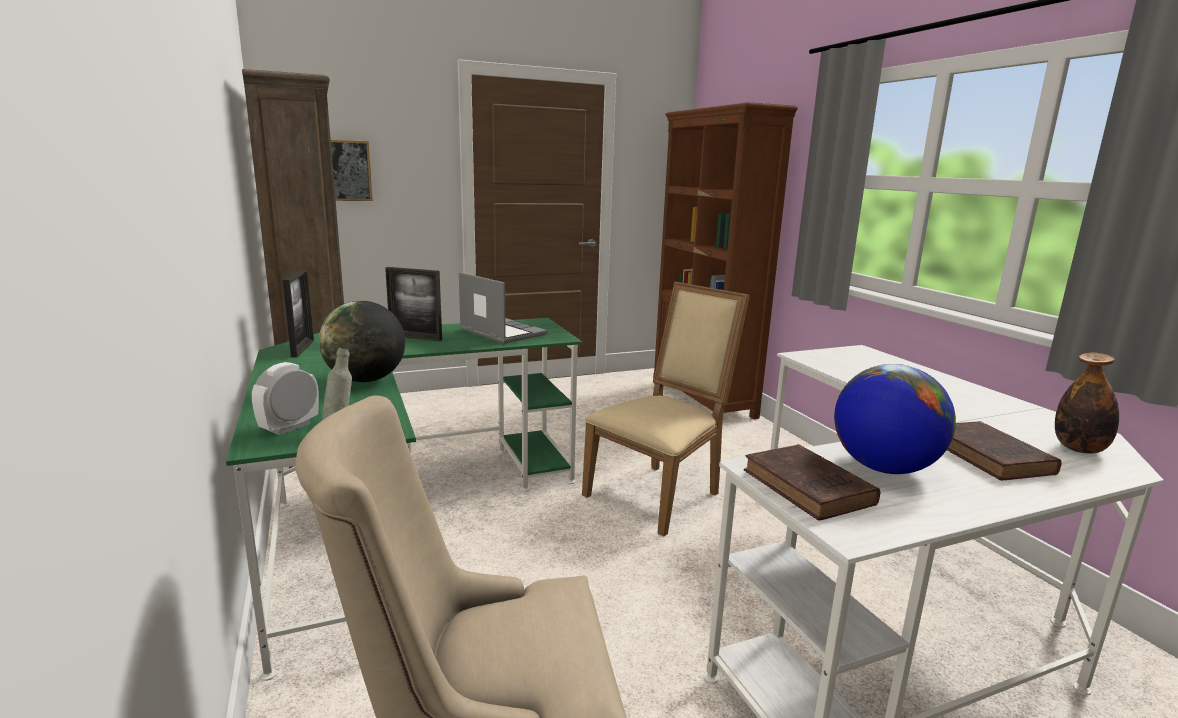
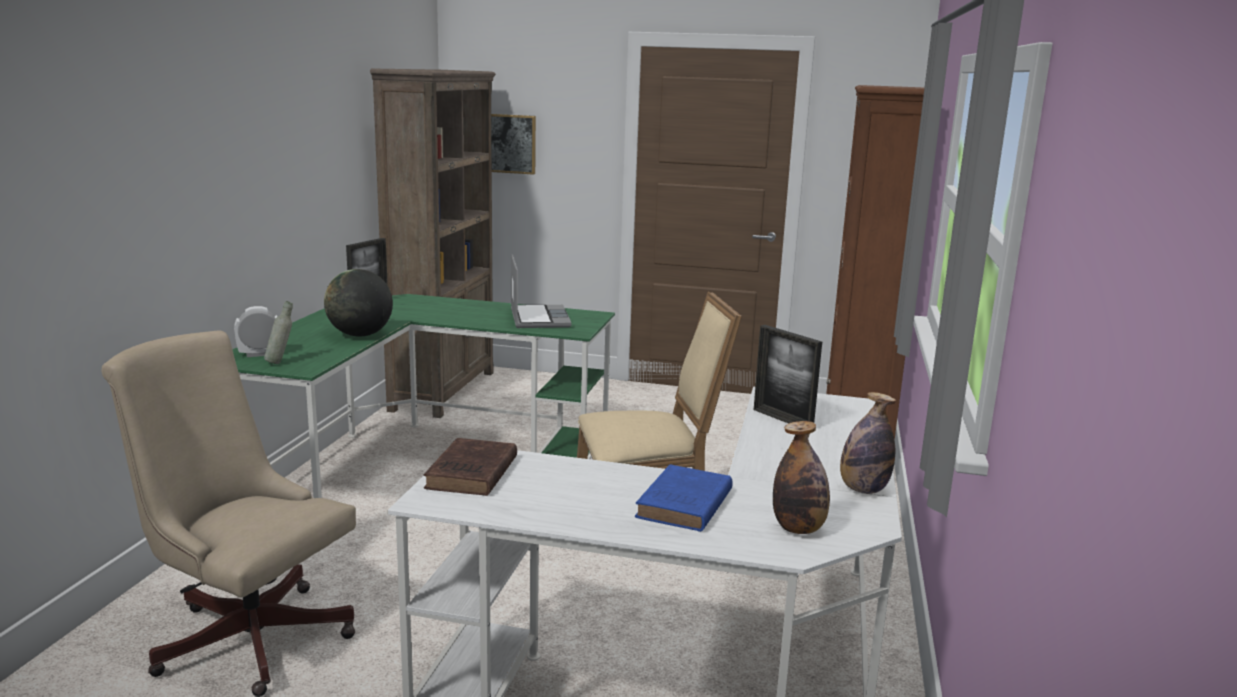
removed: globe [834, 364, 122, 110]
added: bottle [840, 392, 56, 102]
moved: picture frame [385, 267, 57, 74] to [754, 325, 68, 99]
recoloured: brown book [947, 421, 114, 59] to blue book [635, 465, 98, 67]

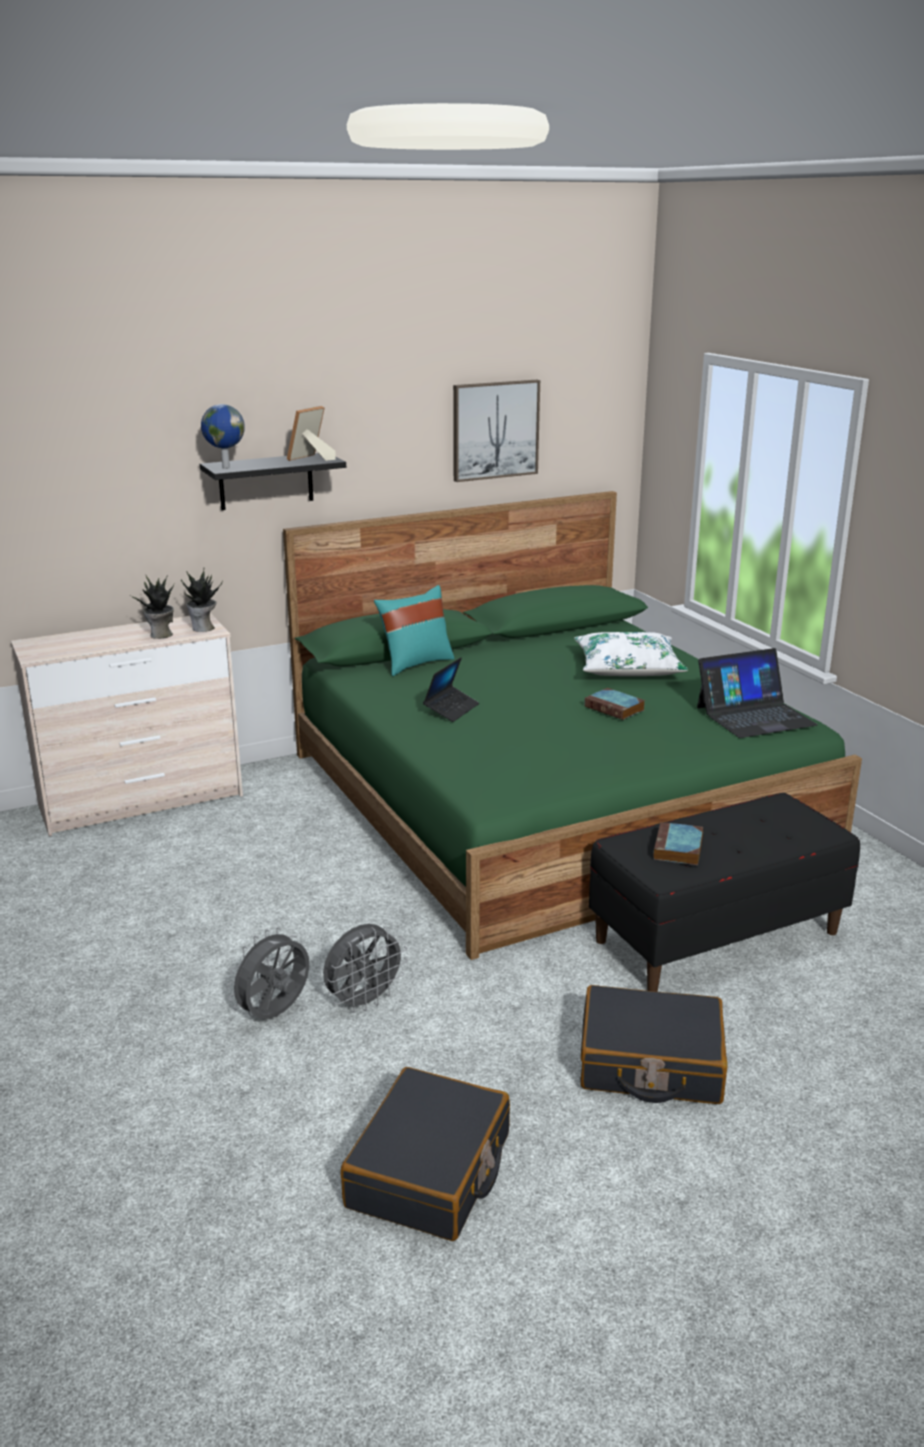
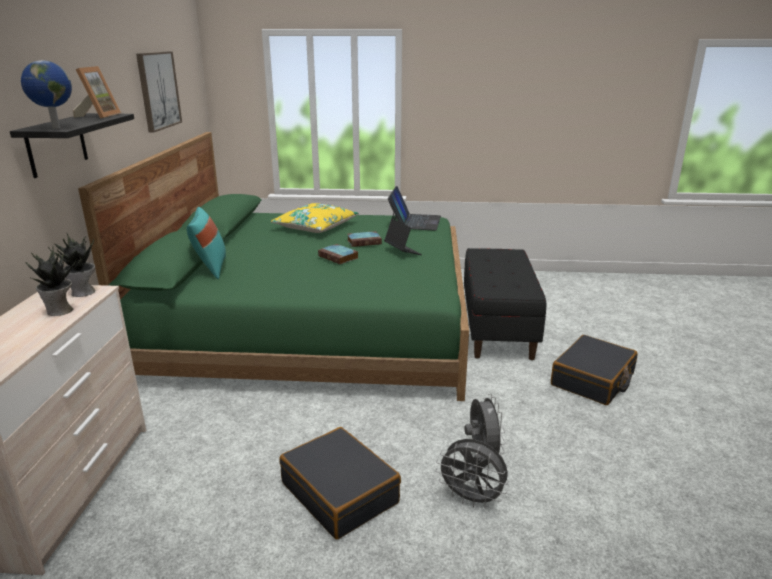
moved: black suitcase [341, 1067, 169, 174] to [279, 427, 122, 112]; laptop [423, 657, 56, 65] to [384, 219, 38, 36]; book [653, 822, 50, 43] to [318, 244, 40, 20]
recoloured: white pillow [574, 632, 114, 44] to yellow pillow [271, 203, 88, 30]
turned: grey fan [227, 927, 82, 92] = [436, 439, 73, 69] 45 degrees counterclockwise; picture frame [287, 406, 49, 55] = [73, 66, 48, 53] 150 degrees counterclockwise

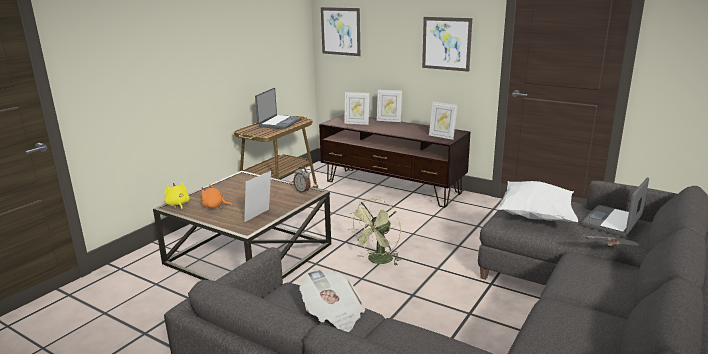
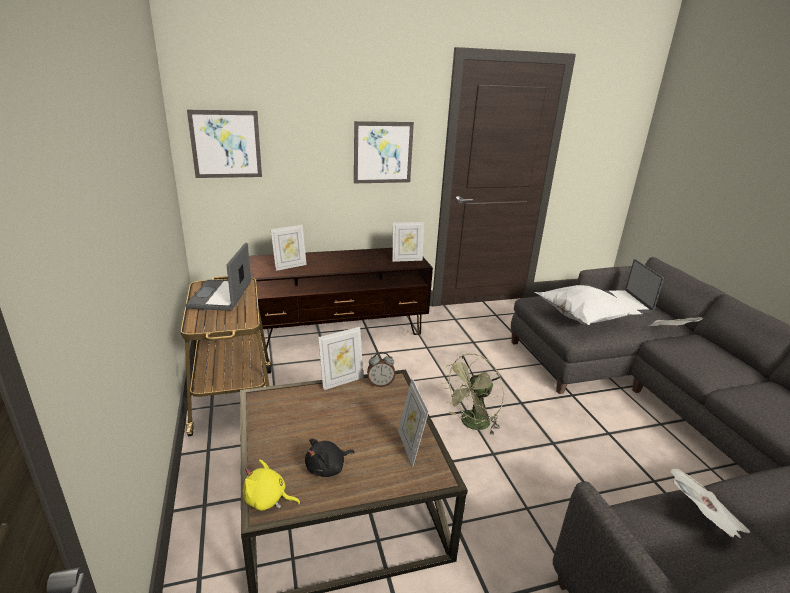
moved: picture frame [377, 90, 25, 32] to [318, 327, 46, 63]
recoloured: orange plush toy [201, 184, 32, 24] to black plush toy [305, 438, 50, 39]
turned: laptop [255, 88, 47, 41] = [185, 243, 66, 68] 150 degrees counterclockwise; green fan [348, 198, 54, 68] = [442, 353, 62, 83] 60 degrees clockwise

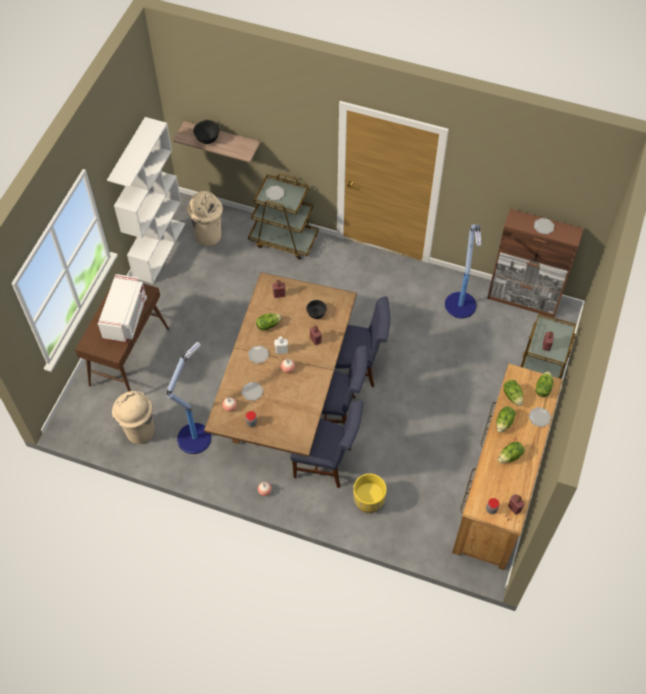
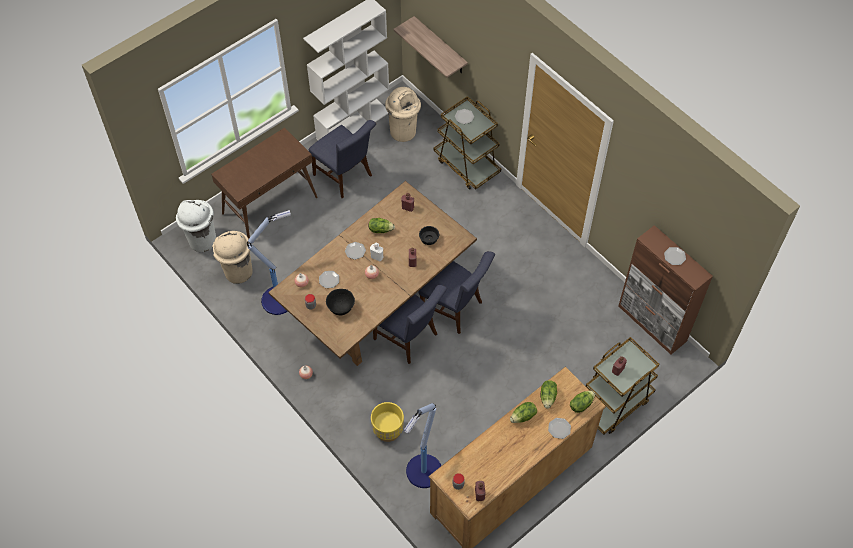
removed: white microwave [98, 274, 49, 69]; lettuce [498, 442, 27, 21]
added: white trash can [176, 200, 40, 52]
moved: black bowl [193, 120, 27, 24] to [326, 289, 29, 26]; blue chair [290, 401, 73, 87] to [309, 120, 67, 78]; floor lamp [445, 224, 37, 94] to [404, 403, 37, 85]

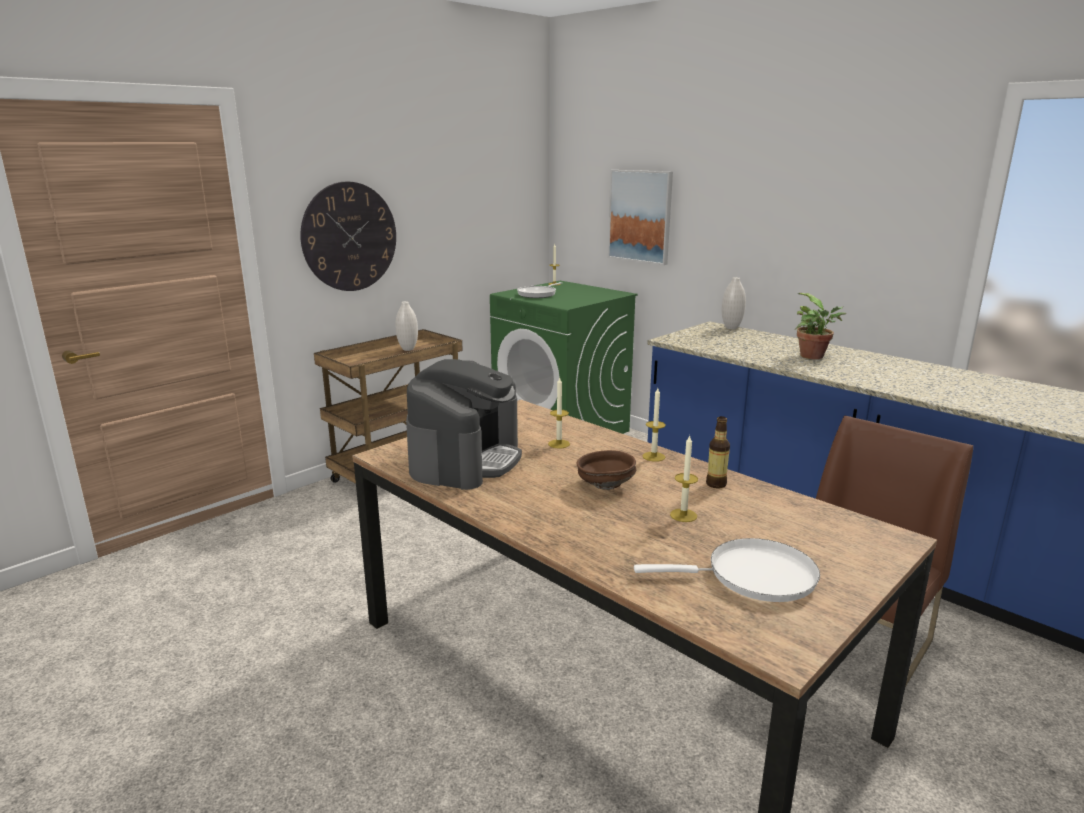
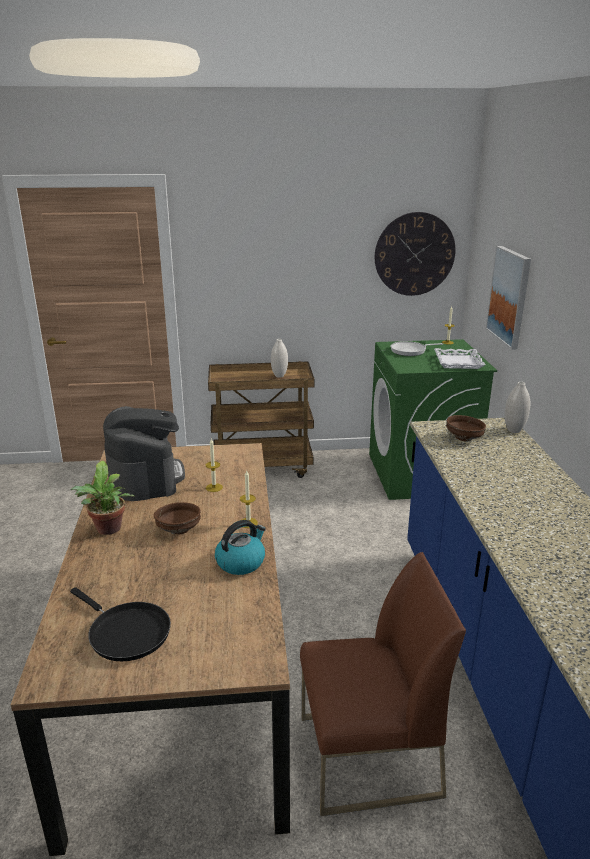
removed: candle [670, 435, 28, 87]
added: white tray [434, 348, 51, 21]; brown bowl [446, 415, 40, 27]
moved: wall clock [300, 181, 96, 110] to [375, 212, 80, 84]; potted plant [795, 293, 51, 66] to [70, 461, 64, 74]
replaced: bottle [706, 416, 24, 73] to kettle [215, 520, 51, 55]
recoloured: white frying pan [634, 538, 186, 64] to black frying pan [70, 587, 101, 74]
turned: coffee machine [406, 359, 116, 131] = [103, 406, 82, 95] 75 degrees counterclockwise

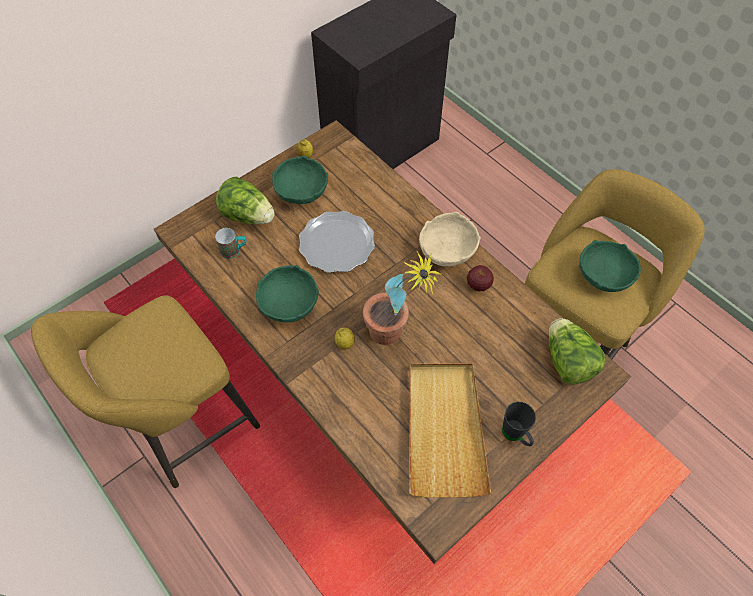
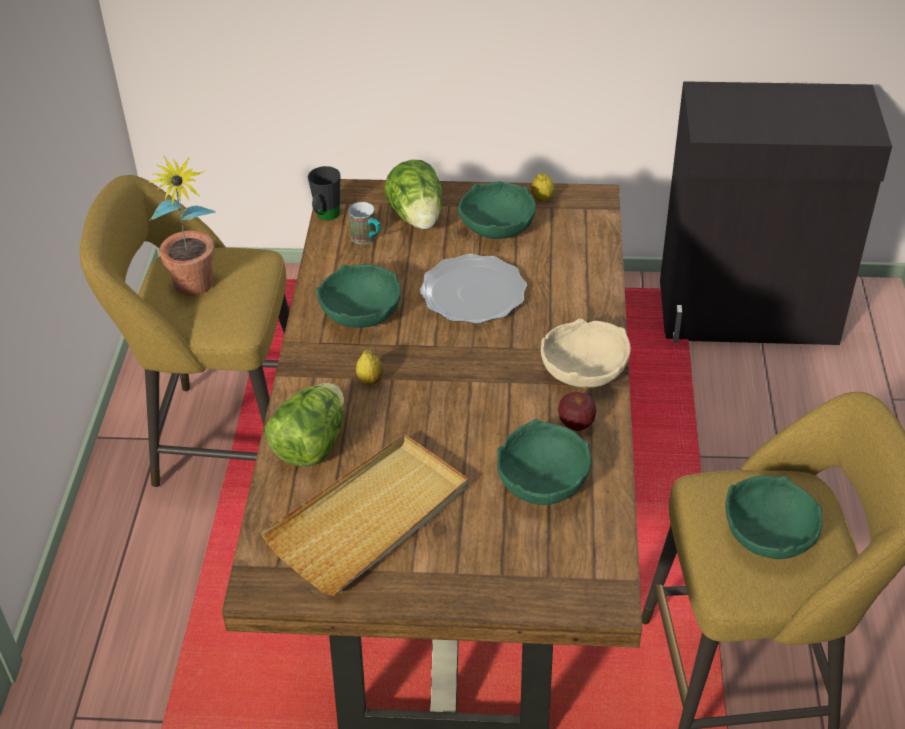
added: green bowl [497, 419, 94, 86]
moved: potted plant [363, 251, 78, 94] to [148, 155, 68, 141]; black mug [502, 402, 34, 44] to [308, 166, 32, 54]; lettuce [549, 318, 56, 67] to [265, 383, 79, 84]

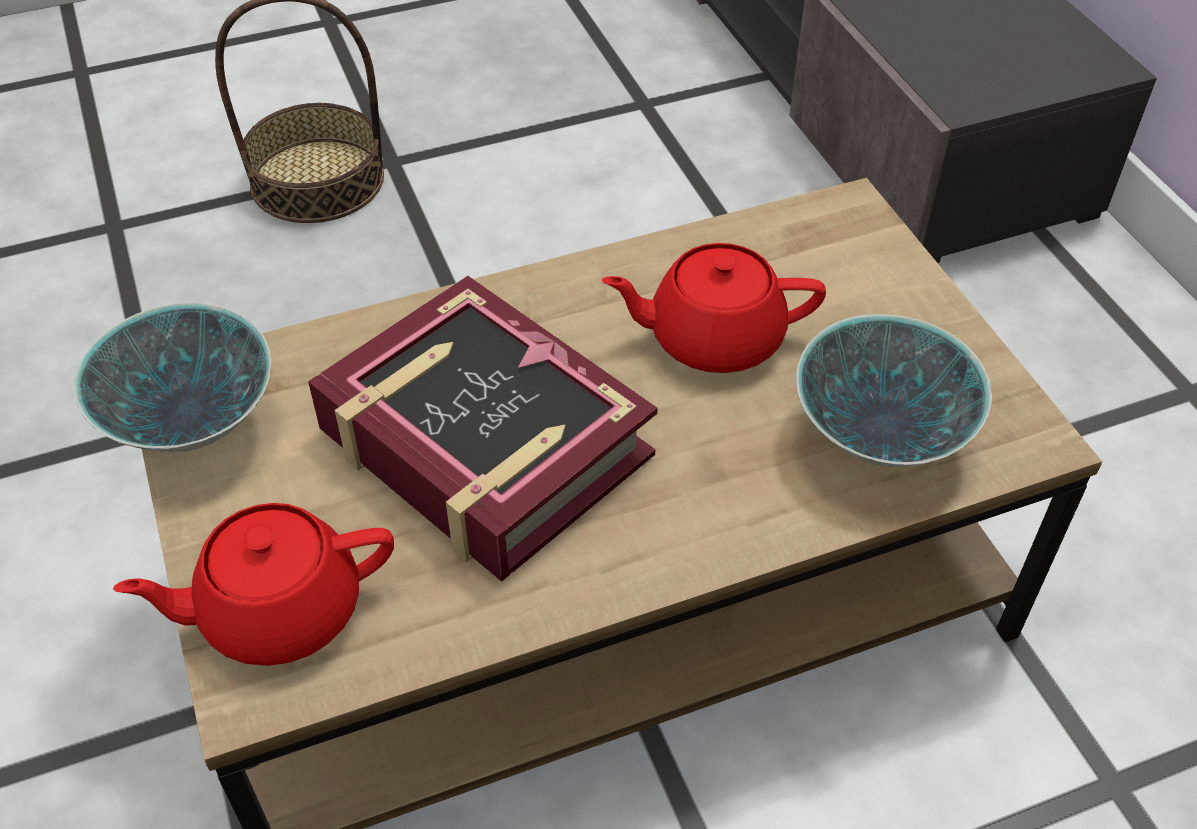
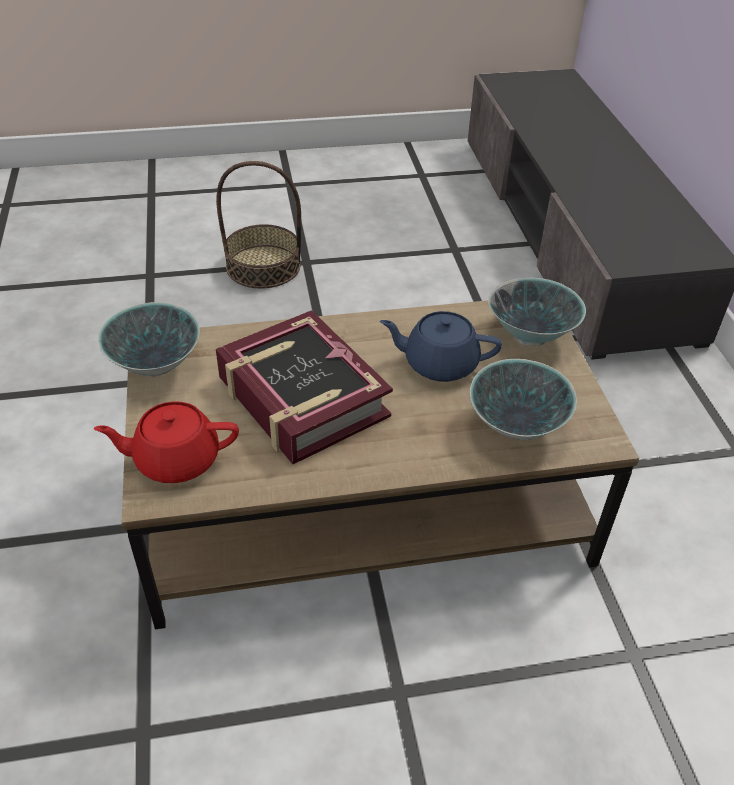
added: bowl [488, 278, 98, 68]
recoloured: red teapot [602, 243, 224, 130] to blue teapot [380, 311, 122, 71]

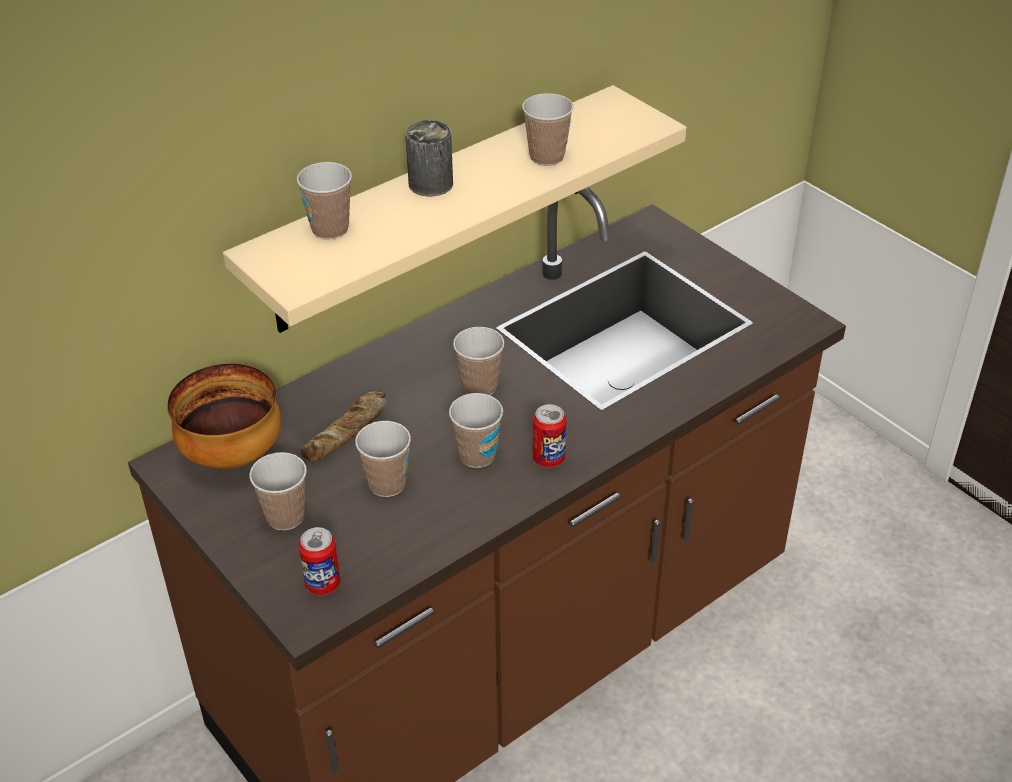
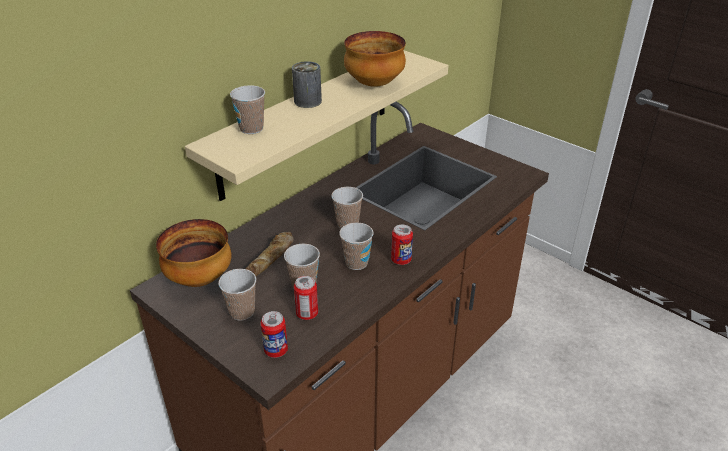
added: can [294, 276, 24, 44]
replaced: cup [522, 93, 51, 73] to bowl [344, 31, 62, 56]

